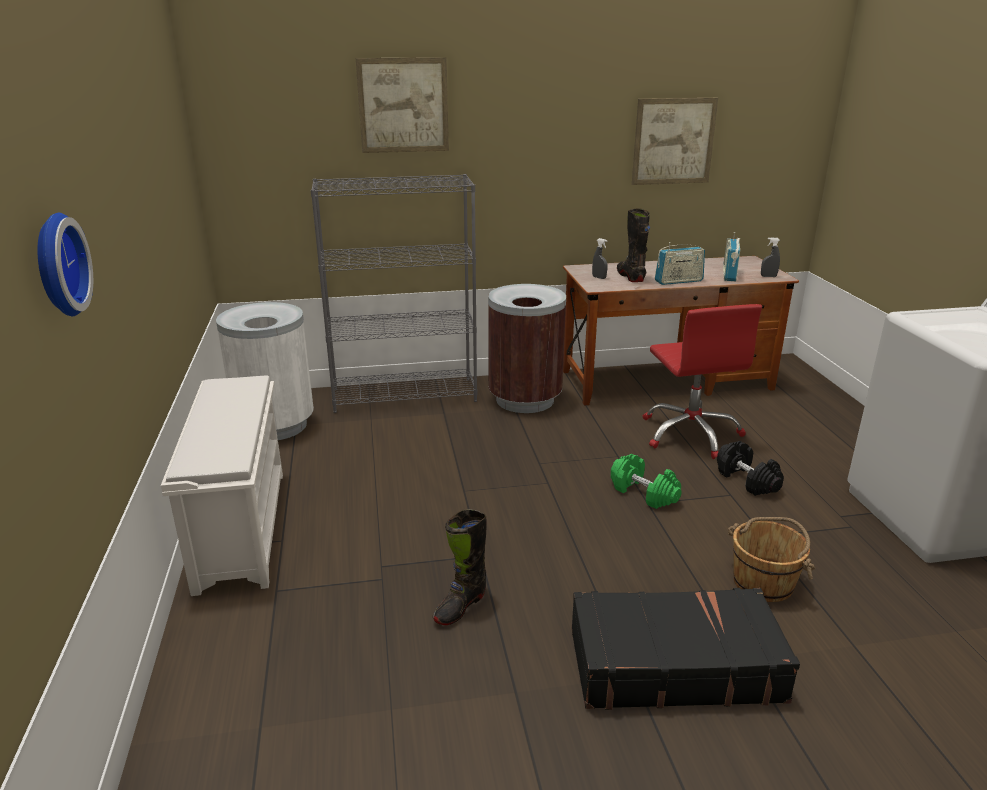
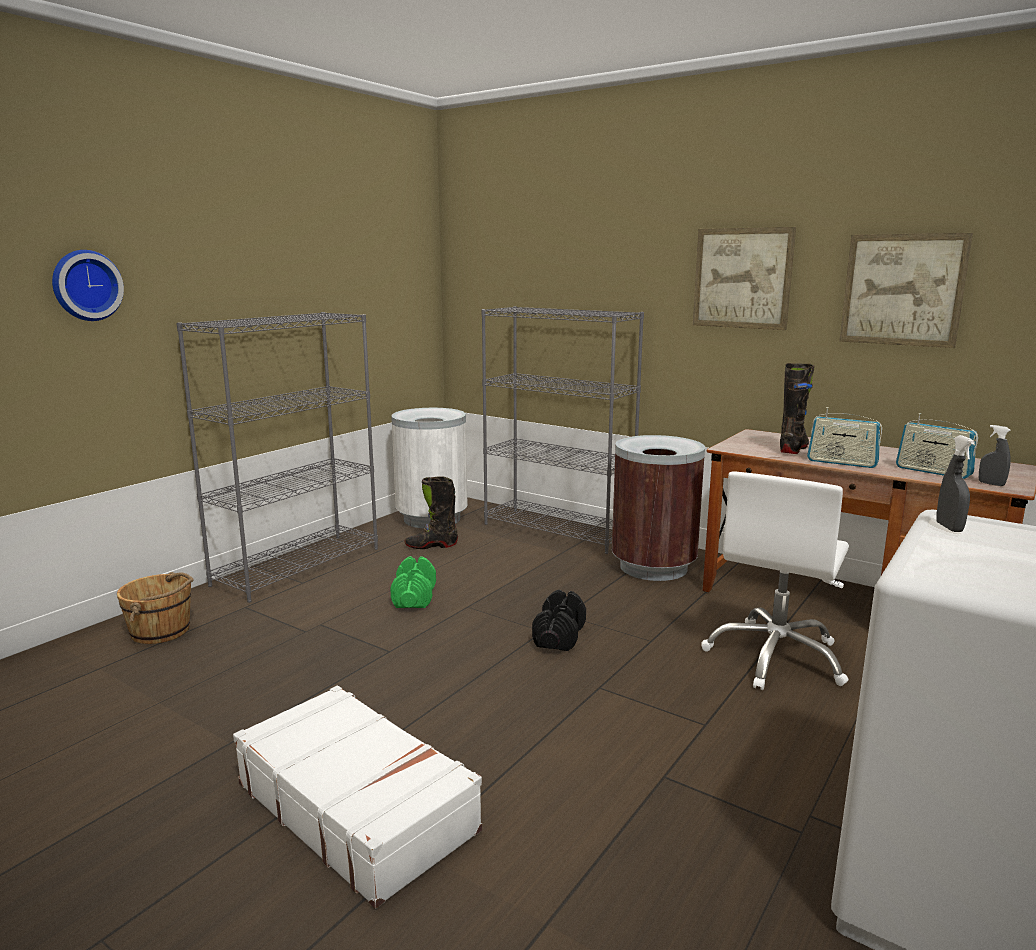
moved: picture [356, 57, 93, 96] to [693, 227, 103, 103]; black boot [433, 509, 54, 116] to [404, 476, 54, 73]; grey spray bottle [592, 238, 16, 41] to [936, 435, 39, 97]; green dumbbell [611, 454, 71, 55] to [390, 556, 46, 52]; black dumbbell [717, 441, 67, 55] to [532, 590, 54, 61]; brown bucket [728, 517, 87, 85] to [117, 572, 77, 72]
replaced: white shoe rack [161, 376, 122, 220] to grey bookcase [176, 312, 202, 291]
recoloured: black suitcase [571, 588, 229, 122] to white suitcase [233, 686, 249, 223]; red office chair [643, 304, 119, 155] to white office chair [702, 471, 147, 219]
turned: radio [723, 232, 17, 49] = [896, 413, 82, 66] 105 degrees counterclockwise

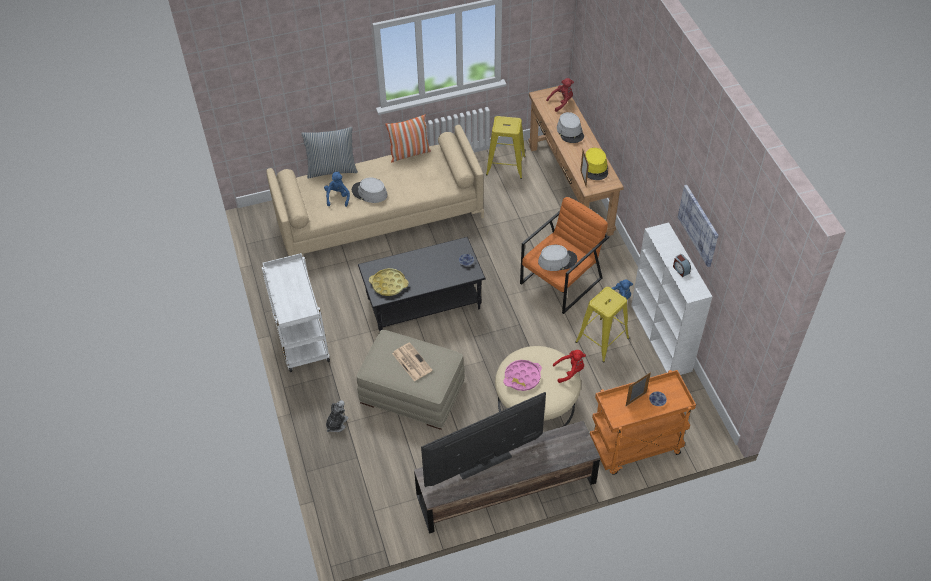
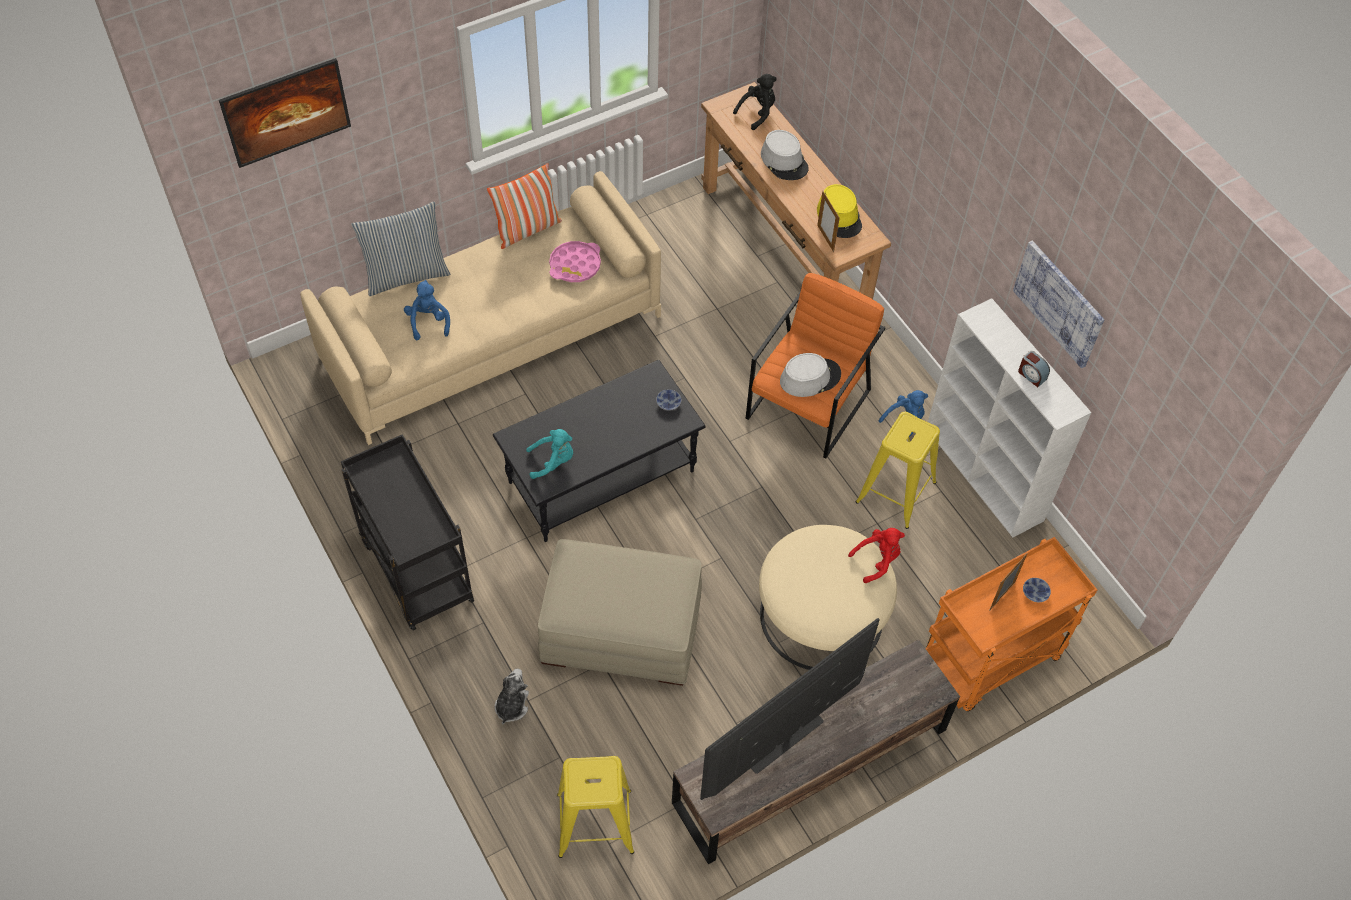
removed: grey hat [352, 178, 36, 25]; newspaper [392, 342, 40, 39]
added: picture [219, 58, 132, 110]
moved: yellow stool [486, 116, 40, 63] to [557, 756, 77, 102]; pink tray [503, 360, 39, 31] to [549, 241, 52, 41]
replaced: yellow tray [369, 268, 40, 28] to turquoise plush toy [526, 429, 47, 50]
recoloured: white cart [262, 253, 68, 119] to black cart [341, 434, 133, 197]; red plush toy [546, 78, 28, 34] to black plush toy [733, 74, 44, 56]

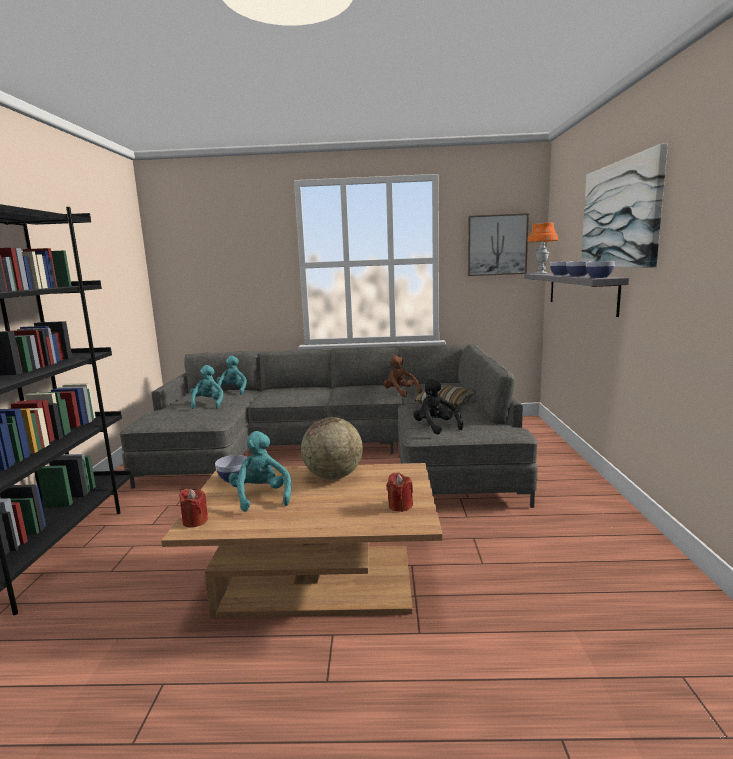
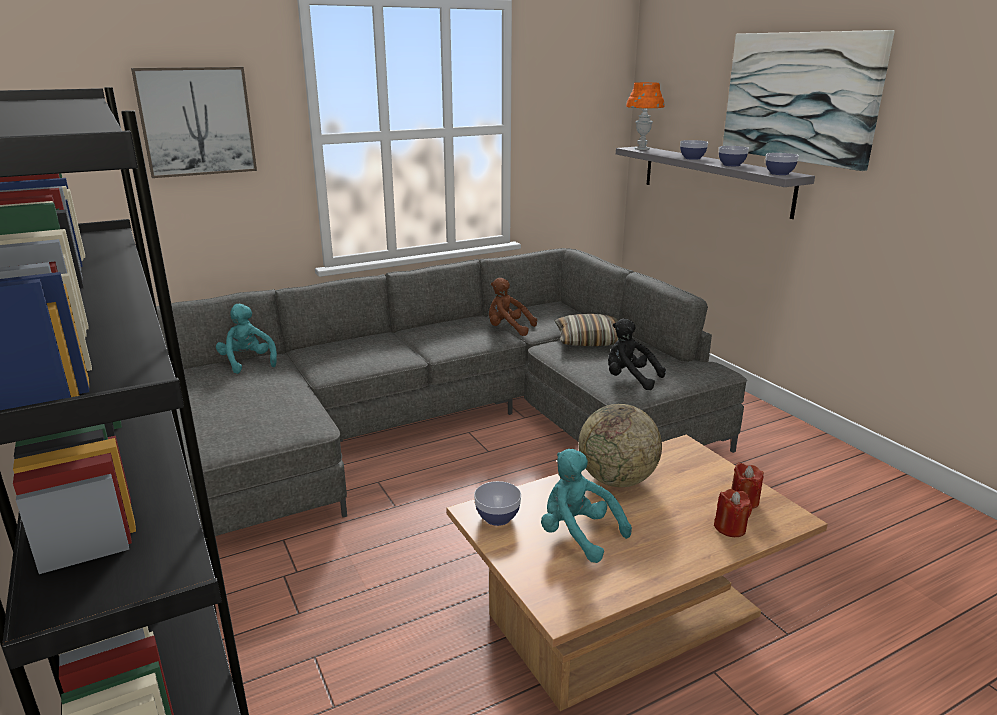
removed: turquoise plush toy [190, 365, 33, 44]
moved: red candle [179, 489, 29, 39] to [714, 489, 38, 48]; picture [468, 213, 61, 63] to [131, 67, 126, 111]

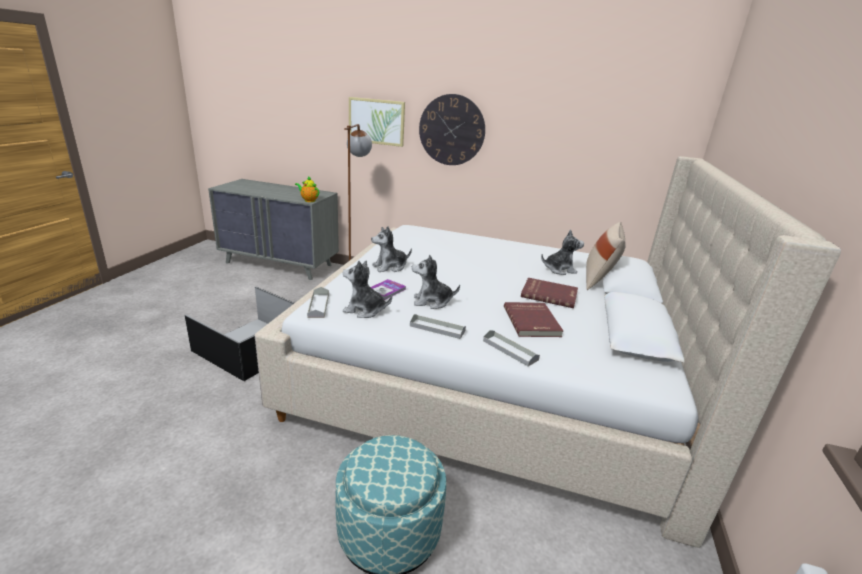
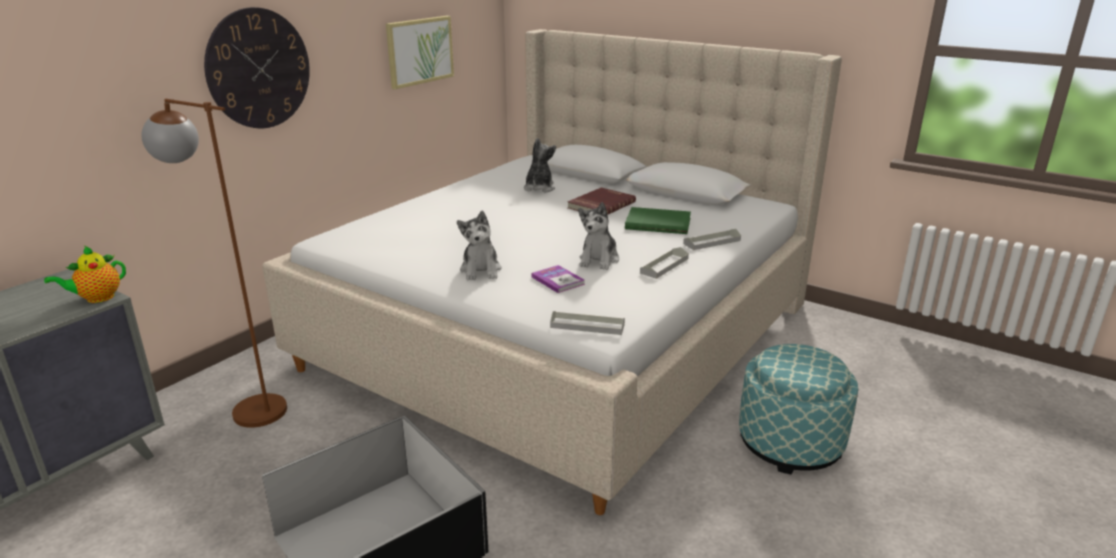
removed: plush toy [343, 261, 49, 57]; beige pillow [586, 222, 40, 68]
moved: picture [349, 97, 56, 50] to [386, 16, 68, 73]
recoloured: red book [504, 302, 59, 35] to green book [625, 207, 66, 27]

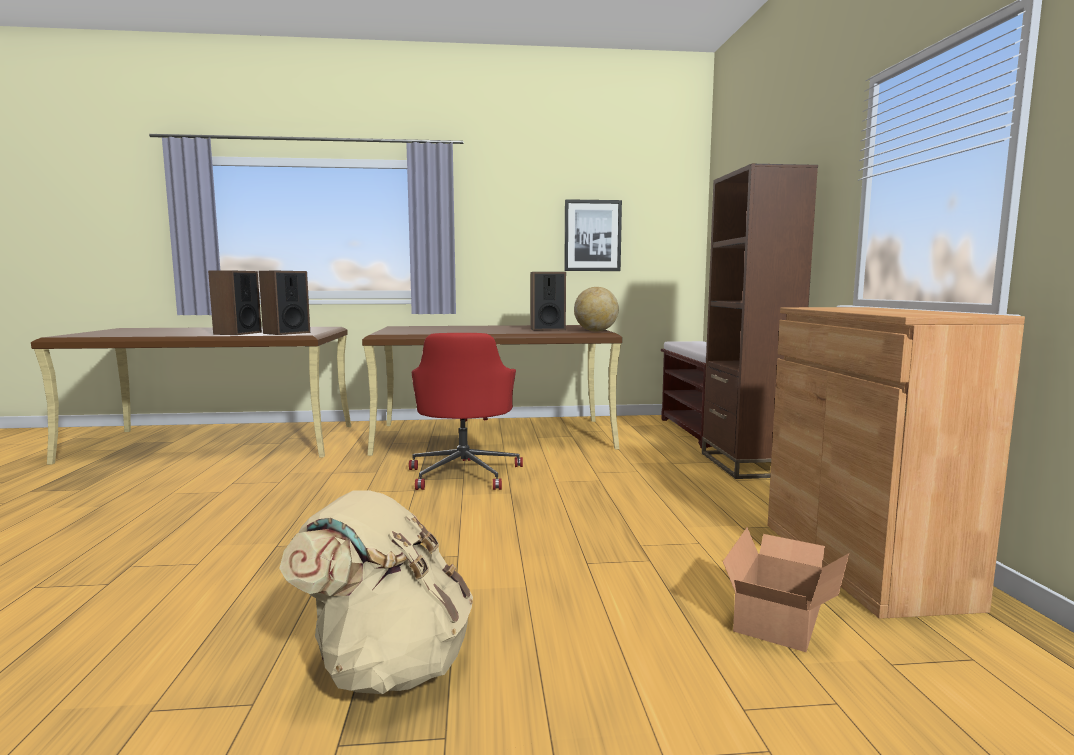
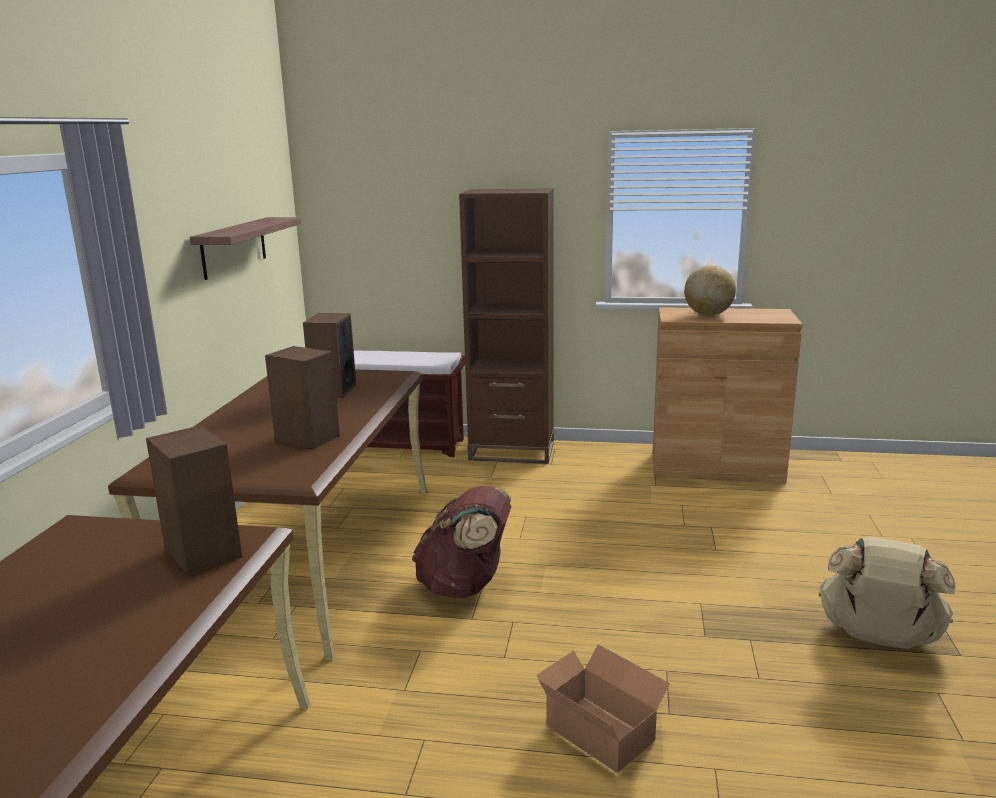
moved: speaker [208, 270, 54, 65] to [265, 346, 75, 103]; globe [574, 287, 45, 45] to [684, 265, 52, 51]; cardboard box [723, 527, 126, 125] to [537, 644, 133, 129]
replaced: red office chair [409, 333, 114, 157] to brown backpack [412, 486, 100, 112]; picture [564, 199, 58, 72] to shelf [190, 217, 111, 63]

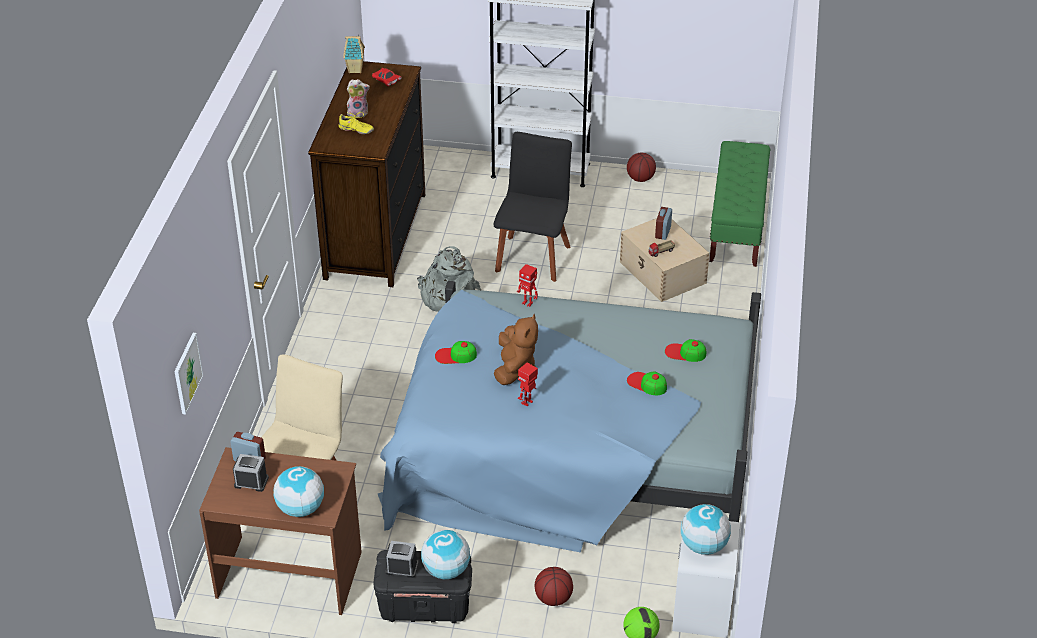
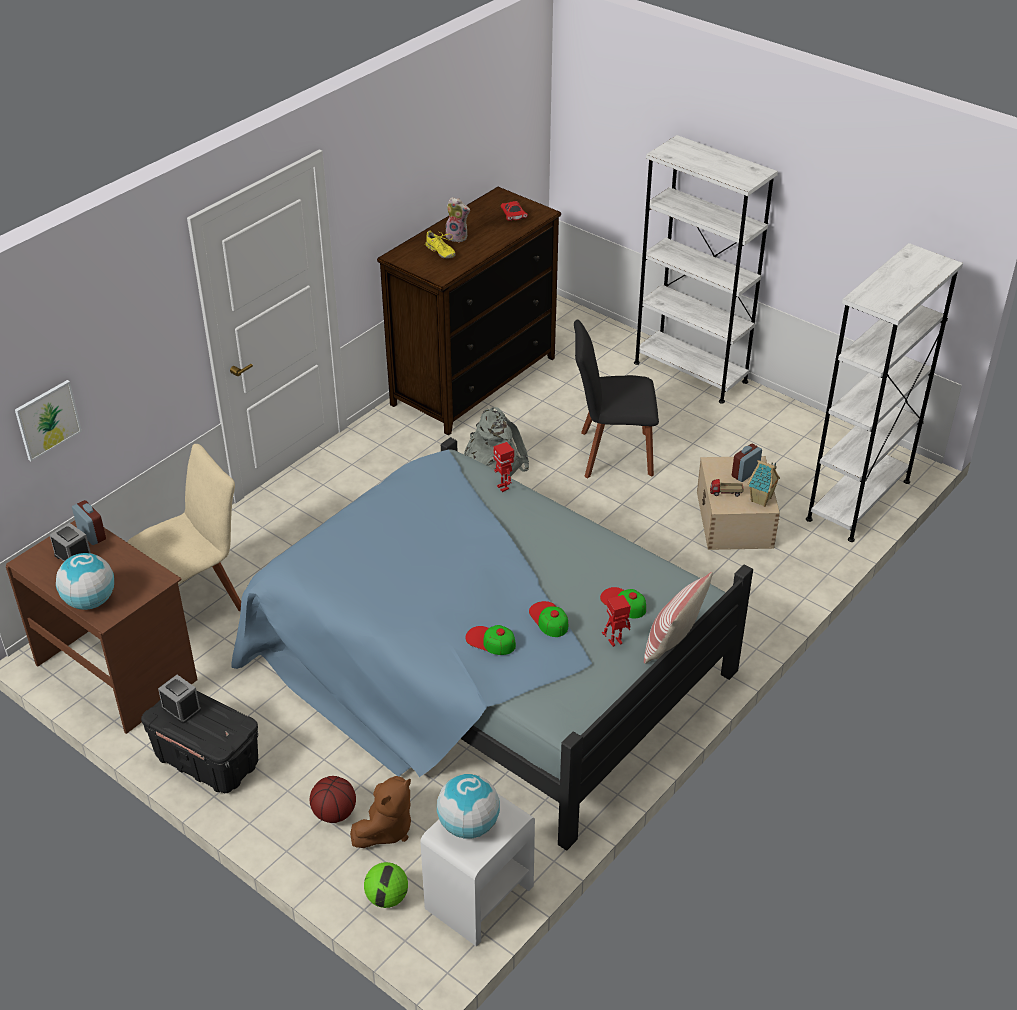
removed: globe [421, 530, 49, 49]; basketball [627, 153, 29, 29]
added: pillow [644, 572, 69, 92]
moved: toy house [343, 35, 22, 38] to [748, 460, 32, 47]; cap [435, 341, 42, 23] to [465, 625, 51, 30]; brown plush toy [494, 314, 44, 71] to [350, 776, 61, 72]; toy robot [518, 363, 20, 44] to [602, 595, 29, 52]
replaced: green bench [709, 141, 61, 126] to white bookcase [806, 243, 157, 299]
turned: black chair [494, 132, 78, 150] = [574, 320, 85, 159] 135 degrees counterclockwise

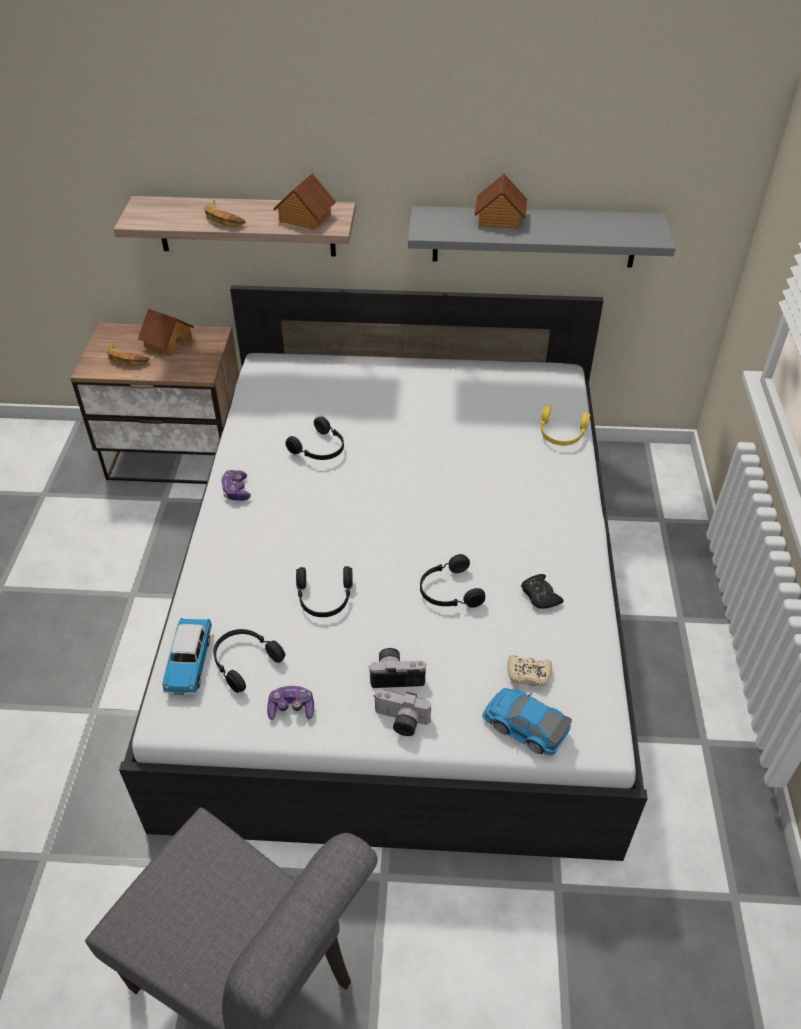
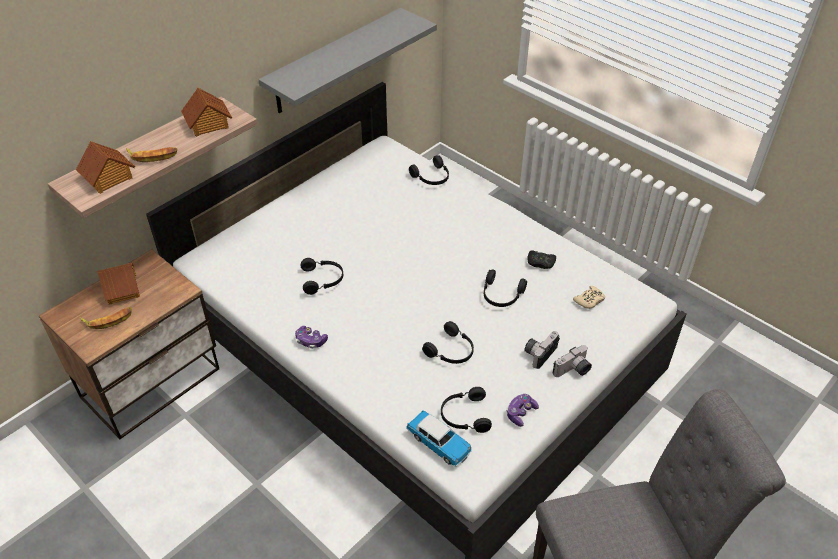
removed: toy car [482, 688, 90, 67]
moved: toy house [474, 174, 53, 55] to [76, 141, 59, 53]
recoloured: yellow headphones [541, 405, 49, 41] to black headphones [409, 155, 40, 30]

